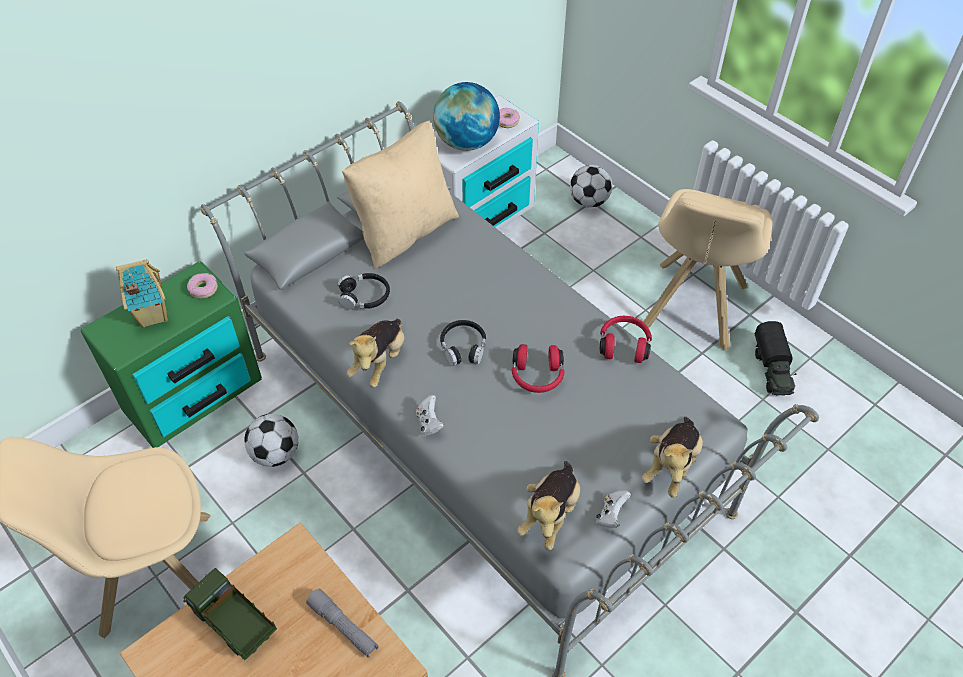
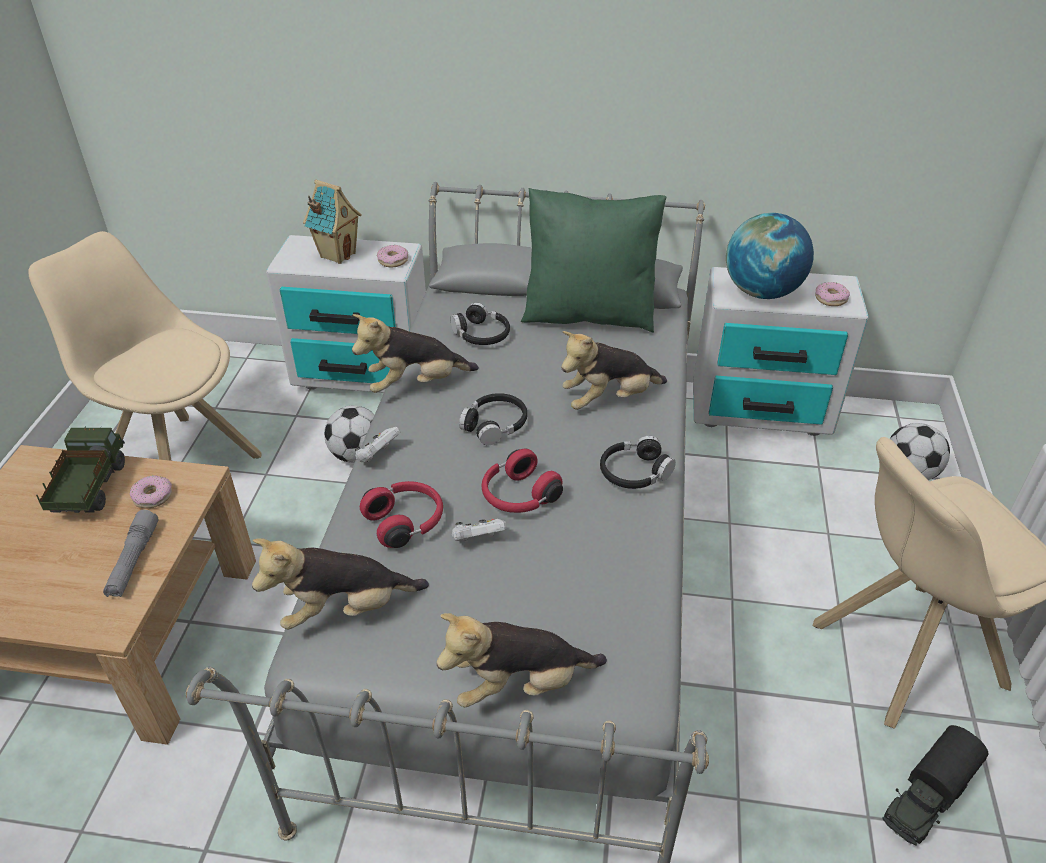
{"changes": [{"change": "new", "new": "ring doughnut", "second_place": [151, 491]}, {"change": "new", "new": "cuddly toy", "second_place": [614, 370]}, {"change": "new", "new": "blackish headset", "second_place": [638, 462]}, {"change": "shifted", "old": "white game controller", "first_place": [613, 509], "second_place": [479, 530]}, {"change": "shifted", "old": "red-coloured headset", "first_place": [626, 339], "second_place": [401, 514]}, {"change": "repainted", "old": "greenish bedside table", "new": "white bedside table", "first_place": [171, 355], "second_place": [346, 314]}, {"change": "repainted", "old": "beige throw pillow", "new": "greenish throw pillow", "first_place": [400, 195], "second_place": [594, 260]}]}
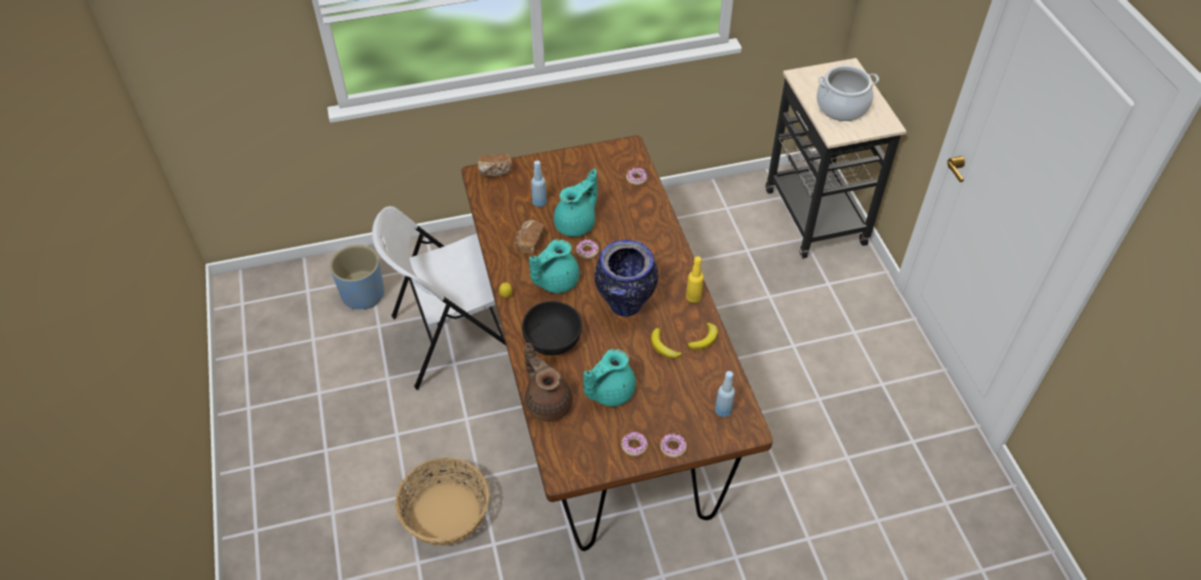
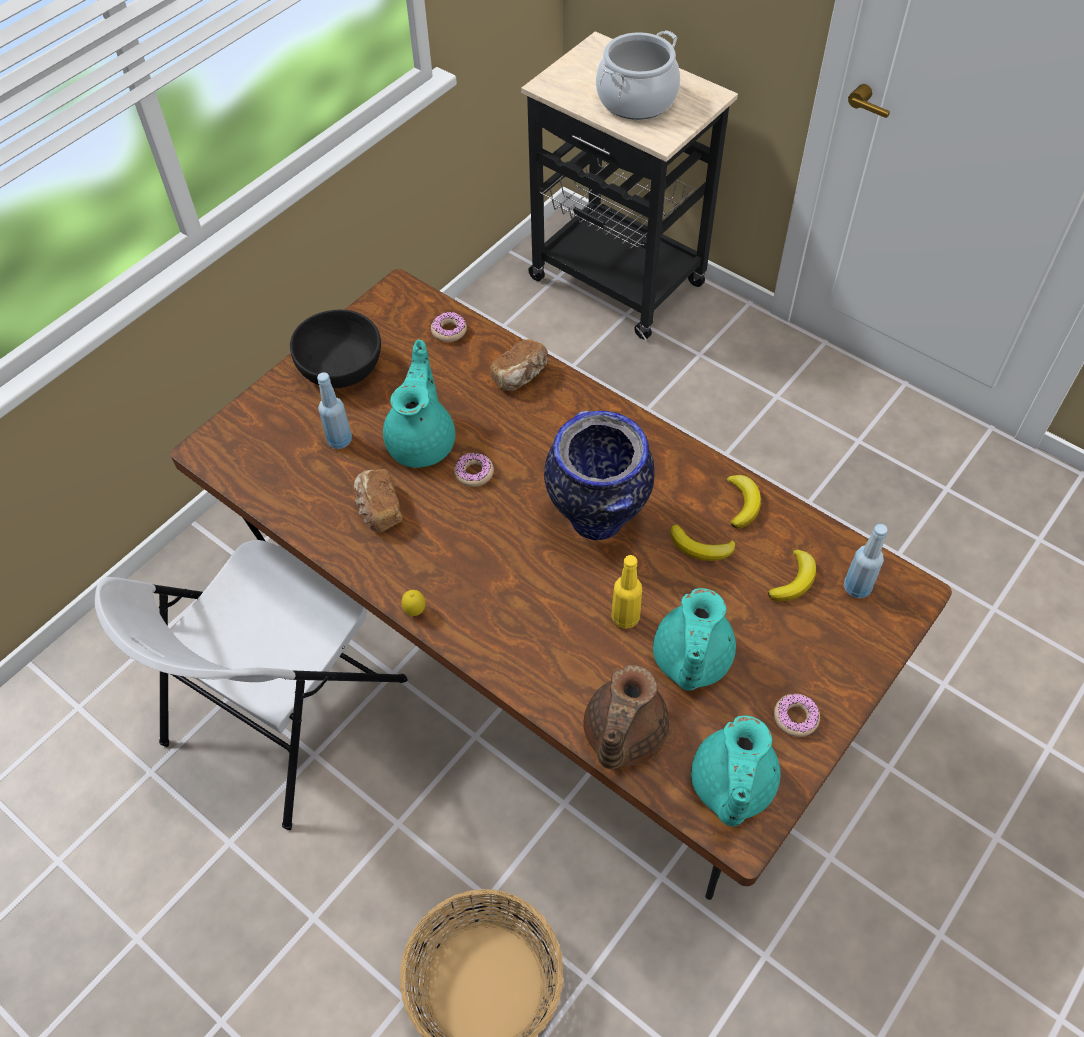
{"changes": [{"change": "gone", "old": "blue flower pot", "first_place": [357, 277]}, {"change": "gone", "old": "ring doughnut", "first_place": [673, 446]}, {"change": "new", "new": "banana", "second_place": [792, 575]}, {"change": "shifted", "old": "bread", "first_place": [495, 164], "second_place": [519, 365]}, {"change": "shifted", "old": "blackish bowl", "first_place": [552, 328], "second_place": [335, 349]}, {"change": "shifted", "old": "blue-green pot for tea", "first_place": [554, 266], "second_place": [736, 771]}, {"change": "shifted", "old": "yellowish beverage bottle", "first_place": [695, 279], "second_place": [626, 592]}, {"change": "rotated", "old": "brownish pot for tea", "first_place": [549, 382], "second_place": [626, 717], "degrees": -90}]}
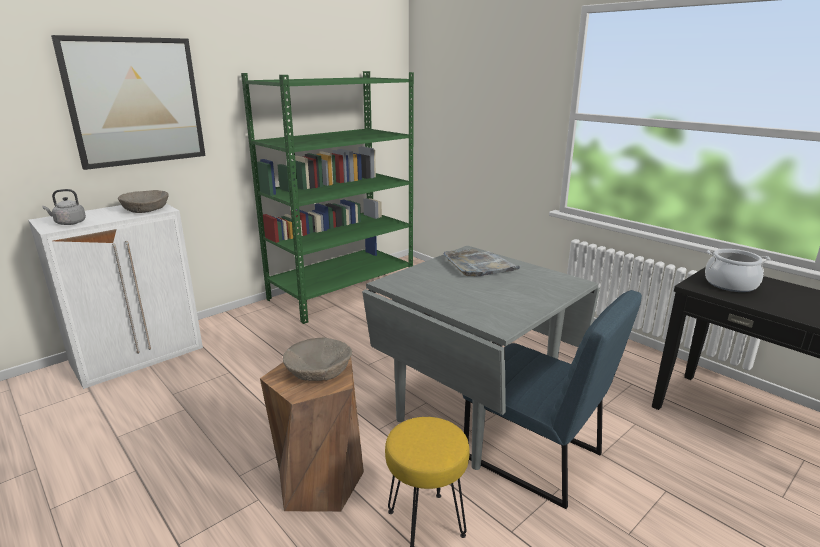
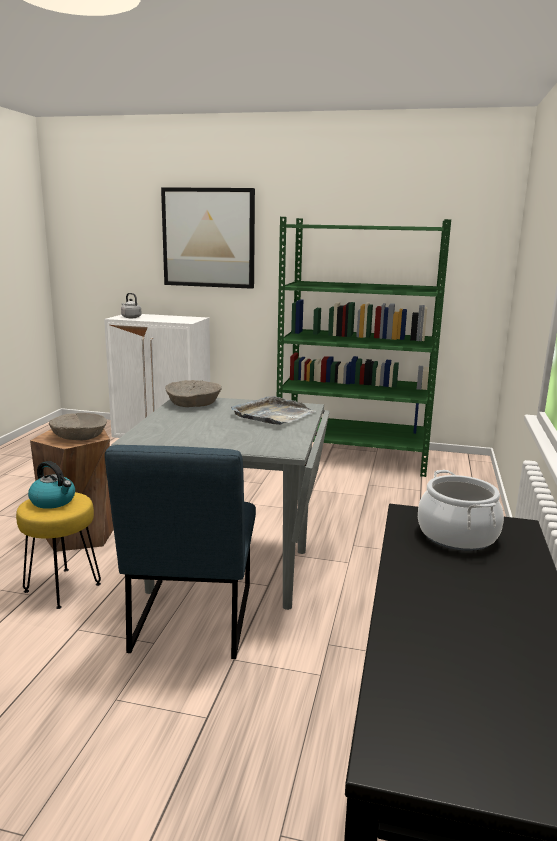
{"changes": [{"change": "new", "new": "tea kettle", "second_place": [51, 485]}, {"change": "shifted", "old": "beige bowl", "first_place": [143, 201], "second_place": [193, 393]}]}
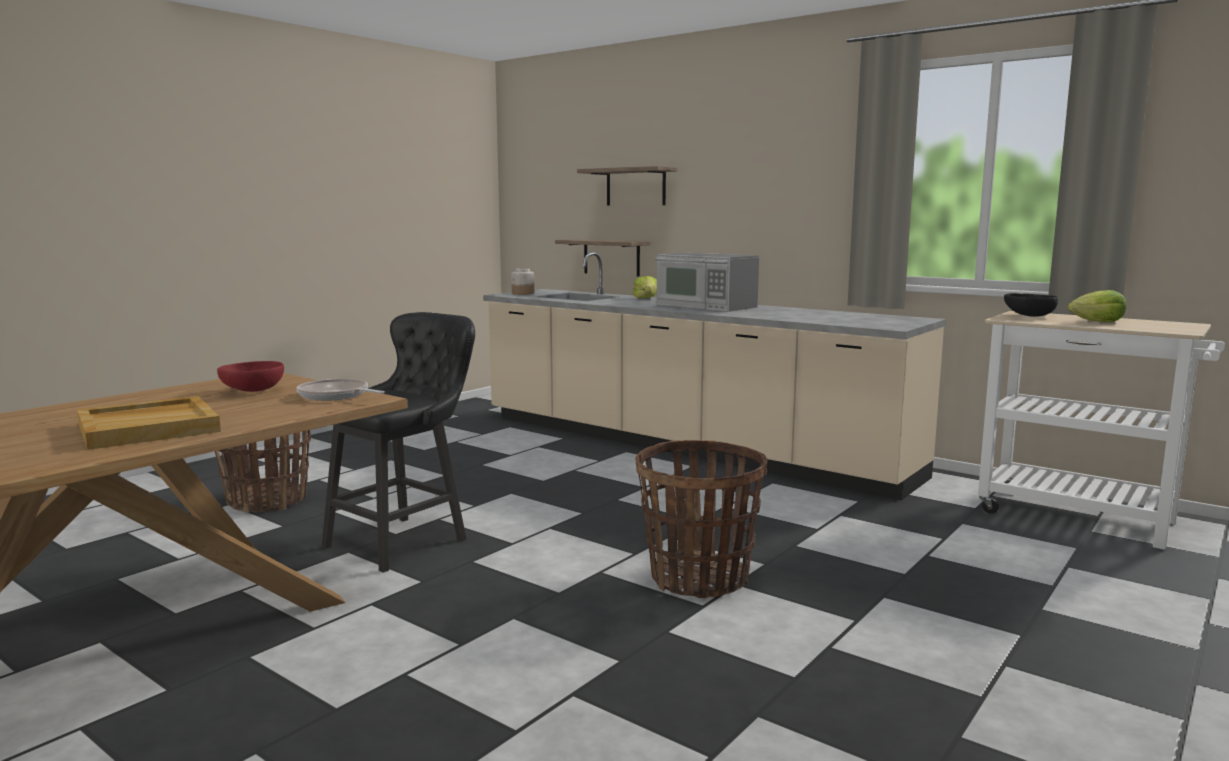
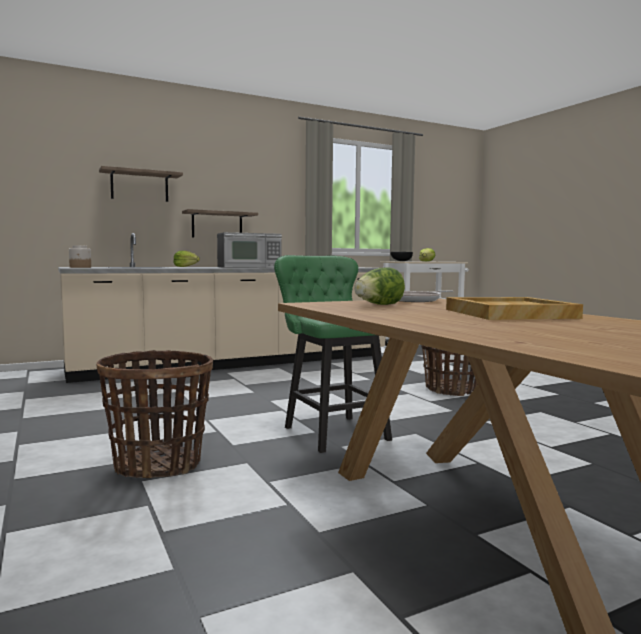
{"changes": [{"change": "shifted", "old": "shelf", "first_place": [603, 257], "second_place": [220, 223]}, {"change": "swapped", "old": "red-coloured bowl", "new": "lettuce", "first_place": [250, 376], "second_place": [379, 286]}, {"change": "repainted", "old": "blackish stool seat", "new": "greenish stool seat", "first_place": [398, 442], "second_place": [333, 354]}]}
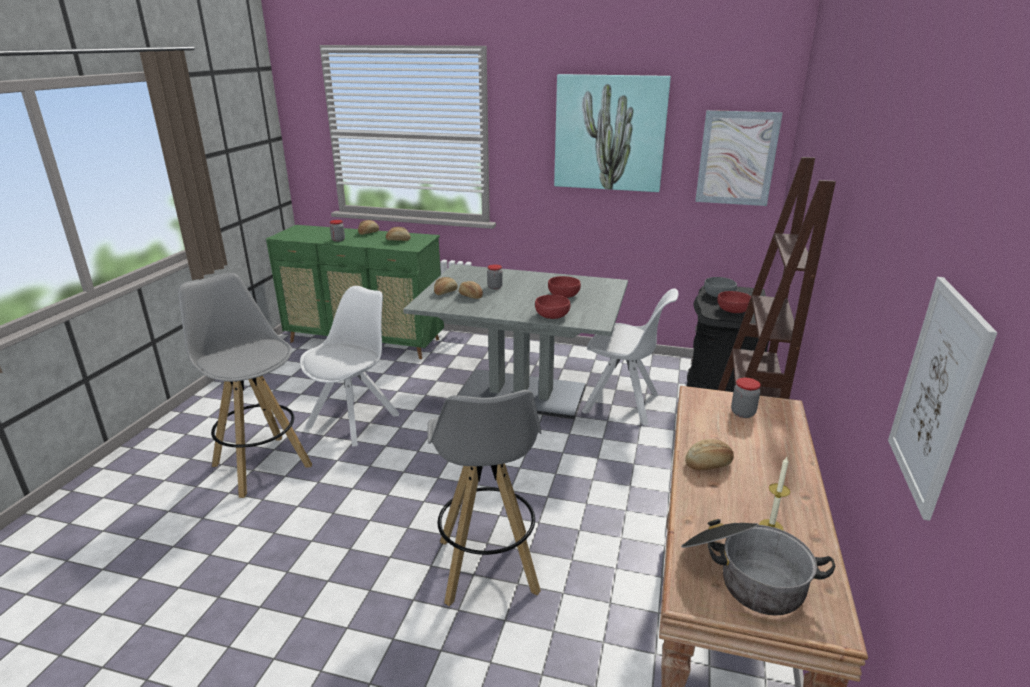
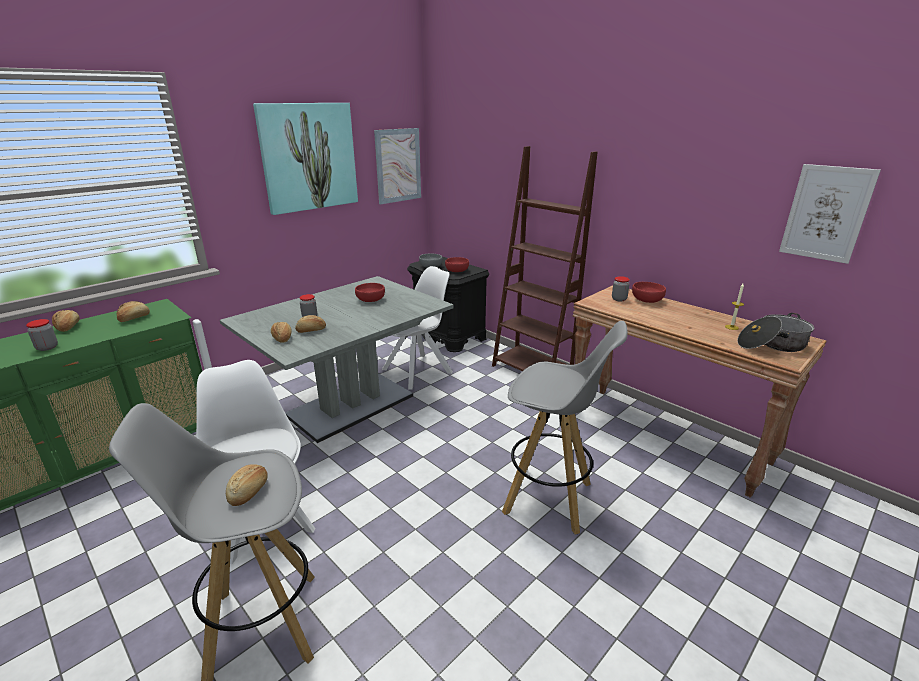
{"changes": [{"change": "shifted", "old": "red-coloured bowl", "first_place": [552, 307], "second_place": [649, 292]}, {"change": "shifted", "old": "bread", "first_place": [709, 454], "second_place": [247, 485]}]}
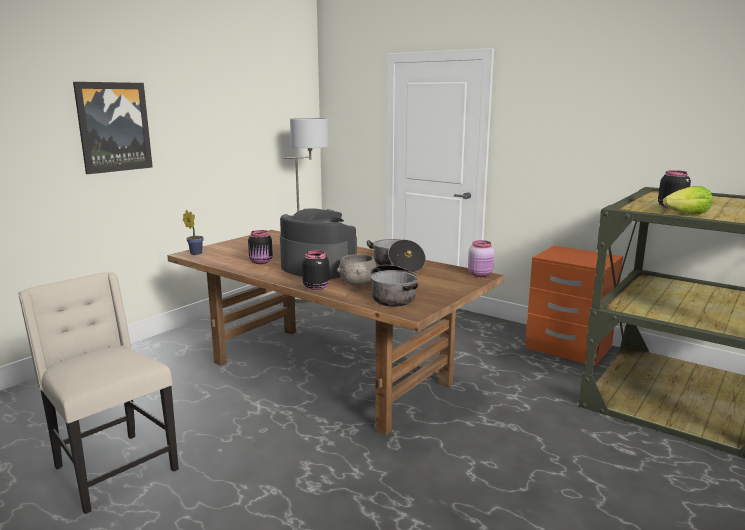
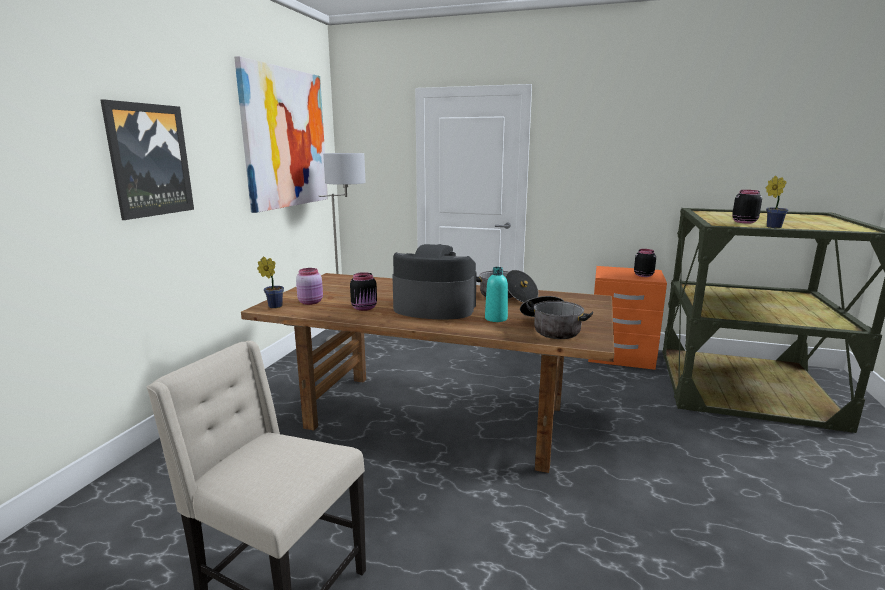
{"changes": [{"change": "new", "new": "wall art", "second_place": [281, 134]}, {"change": "shifted", "old": "blackish storage jar", "first_place": [315, 270], "second_place": [645, 263]}, {"change": "shifted", "old": "pink-coloured storage jar", "first_place": [481, 258], "second_place": [309, 286]}, {"change": "swapped", "old": "grey bowl", "new": "blue-green beverage bottle", "first_place": [356, 269], "second_place": [496, 294]}, {"change": "swapped", "old": "lettuce", "new": "plant in a pot", "first_place": [688, 200], "second_place": [777, 202]}]}
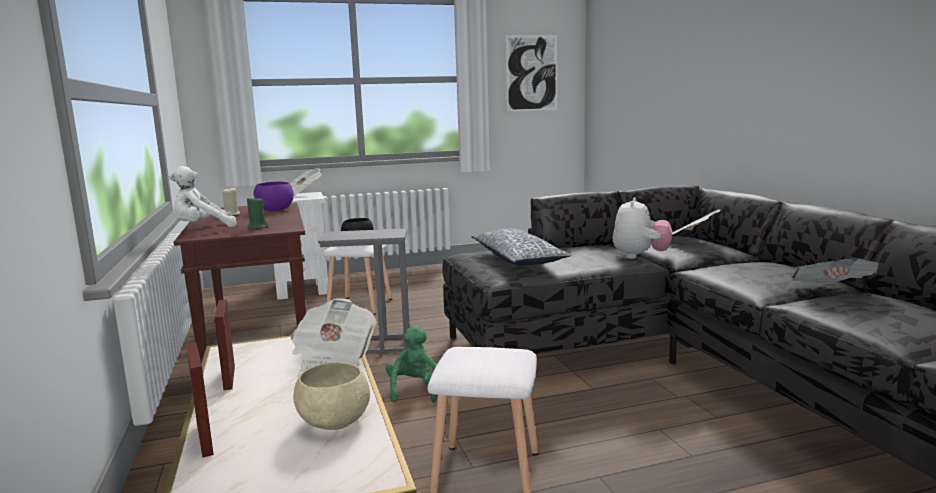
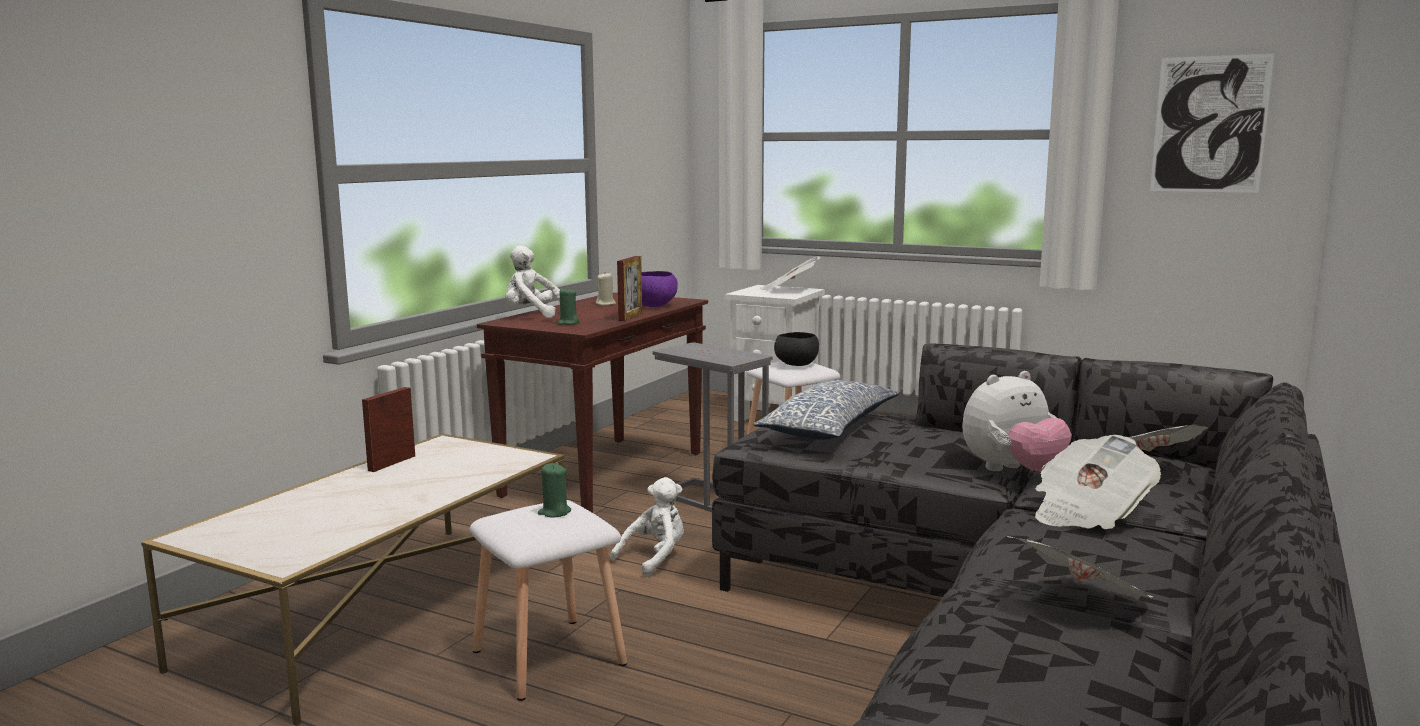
{"changes": [{"change": "gone", "old": "beige bowl", "first_place": [331, 396]}, {"change": "new", "new": "greenish wax light", "second_place": [554, 490]}, {"change": "shifted", "old": "standing frame", "first_place": [200, 400], "second_place": [629, 288]}, {"change": "shifted", "old": "daily paper", "first_place": [334, 336], "second_place": [1098, 482]}, {"change": "repainted", "old": "greenish cuddly toy", "new": "white cuddly toy", "first_place": [412, 364], "second_place": [647, 527]}]}
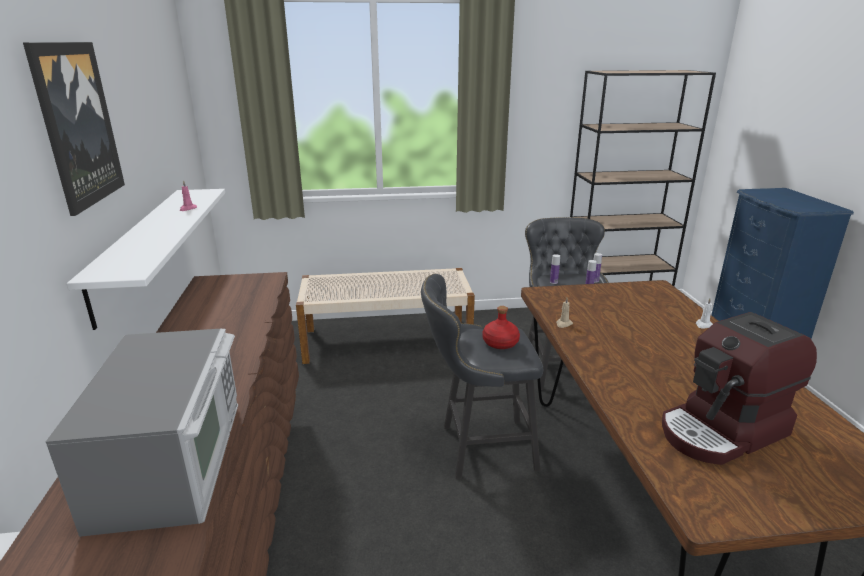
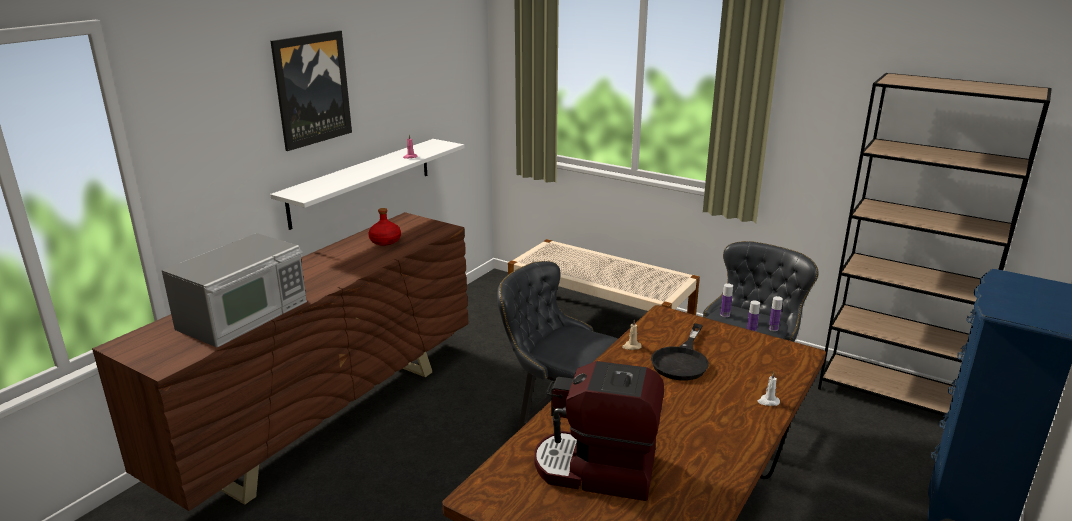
{"changes": [{"change": "new", "new": "blackish skillet", "second_place": [680, 352]}, {"change": "shifted", "old": "red-coloured beverage bottle", "first_place": [501, 327], "second_place": [384, 227]}]}
